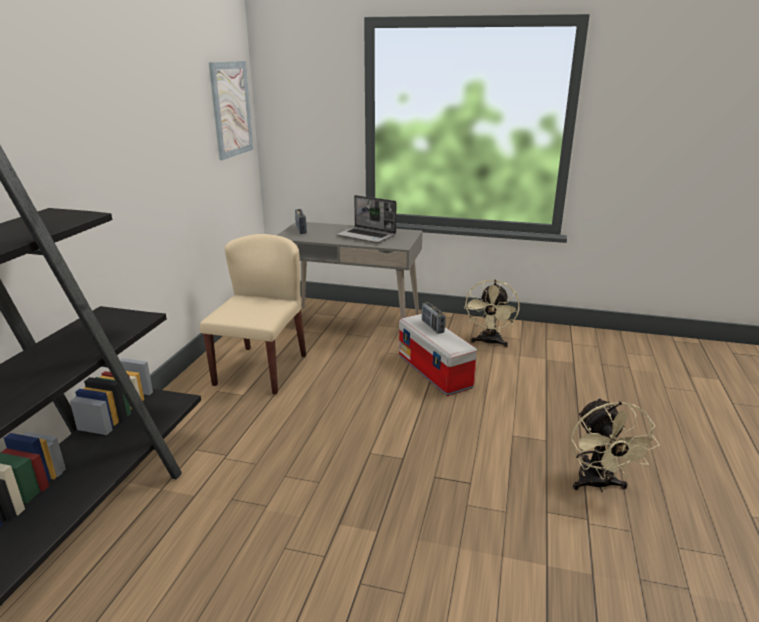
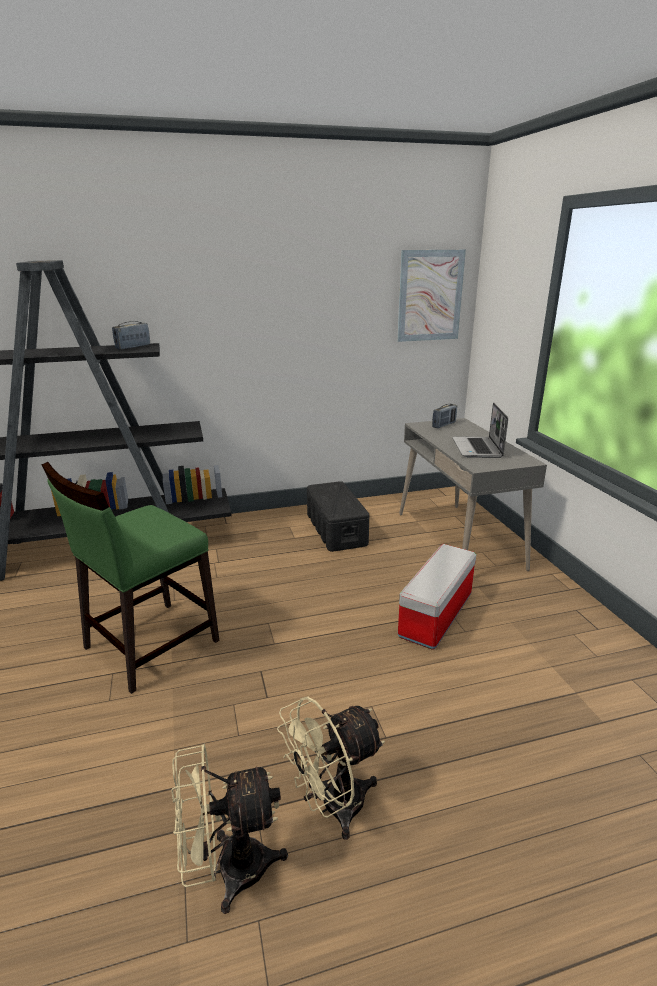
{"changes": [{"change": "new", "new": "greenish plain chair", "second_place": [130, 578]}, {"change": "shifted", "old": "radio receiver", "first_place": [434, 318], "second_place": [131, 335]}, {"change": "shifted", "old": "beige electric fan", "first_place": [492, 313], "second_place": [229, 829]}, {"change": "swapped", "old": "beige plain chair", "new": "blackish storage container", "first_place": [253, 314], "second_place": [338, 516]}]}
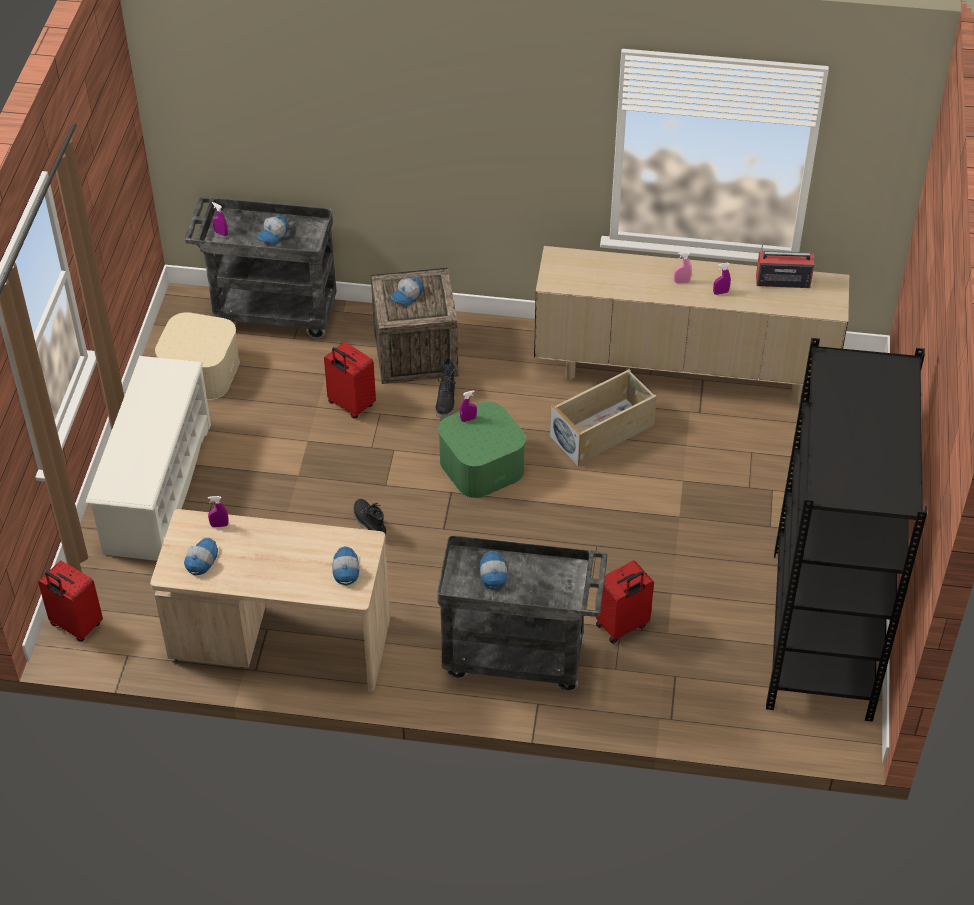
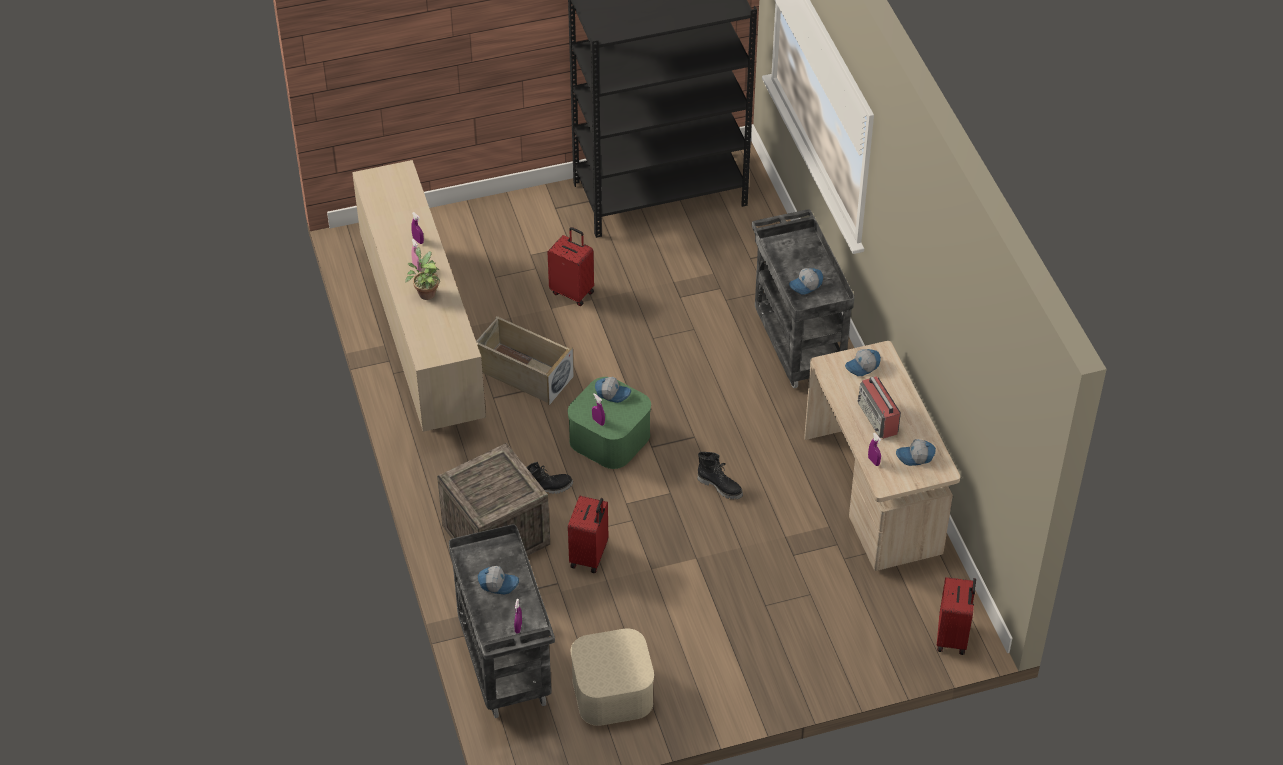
{"changes": [{"change": "gone", "old": "white shoe stand", "first_place": [148, 458]}, {"change": "new", "new": "plant in a pot", "second_place": [422, 273]}, {"change": "shifted", "old": "cap", "first_place": [406, 291], "second_place": [613, 390]}, {"change": "shifted", "old": "red-coloured piece of luggage", "first_place": [625, 602], "second_place": [570, 266]}, {"change": "shifted", "old": "radio receiver", "first_place": [785, 266], "second_place": [879, 407]}, {"change": "rotated", "old": "blackish high-top boot", "first_place": [370, 520], "second_place": [720, 476], "degrees": -90}]}
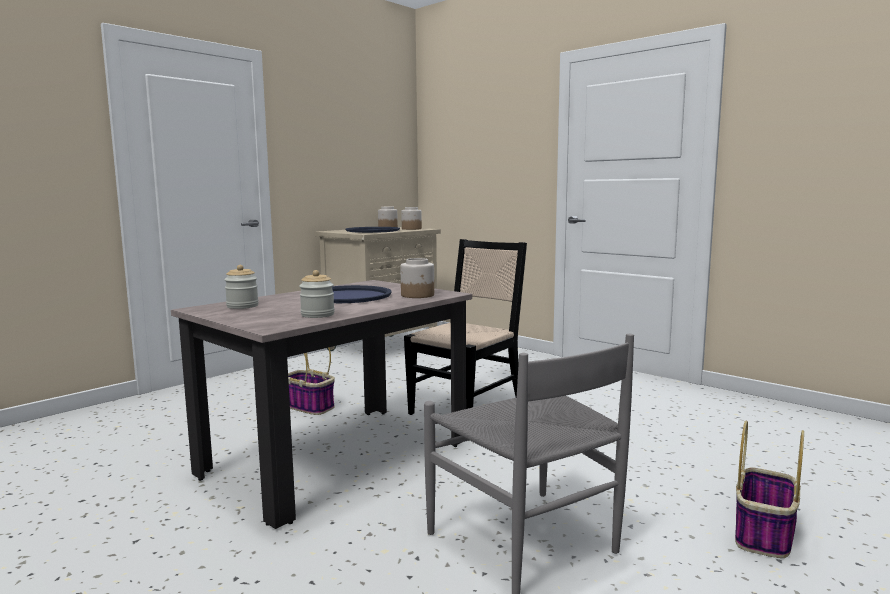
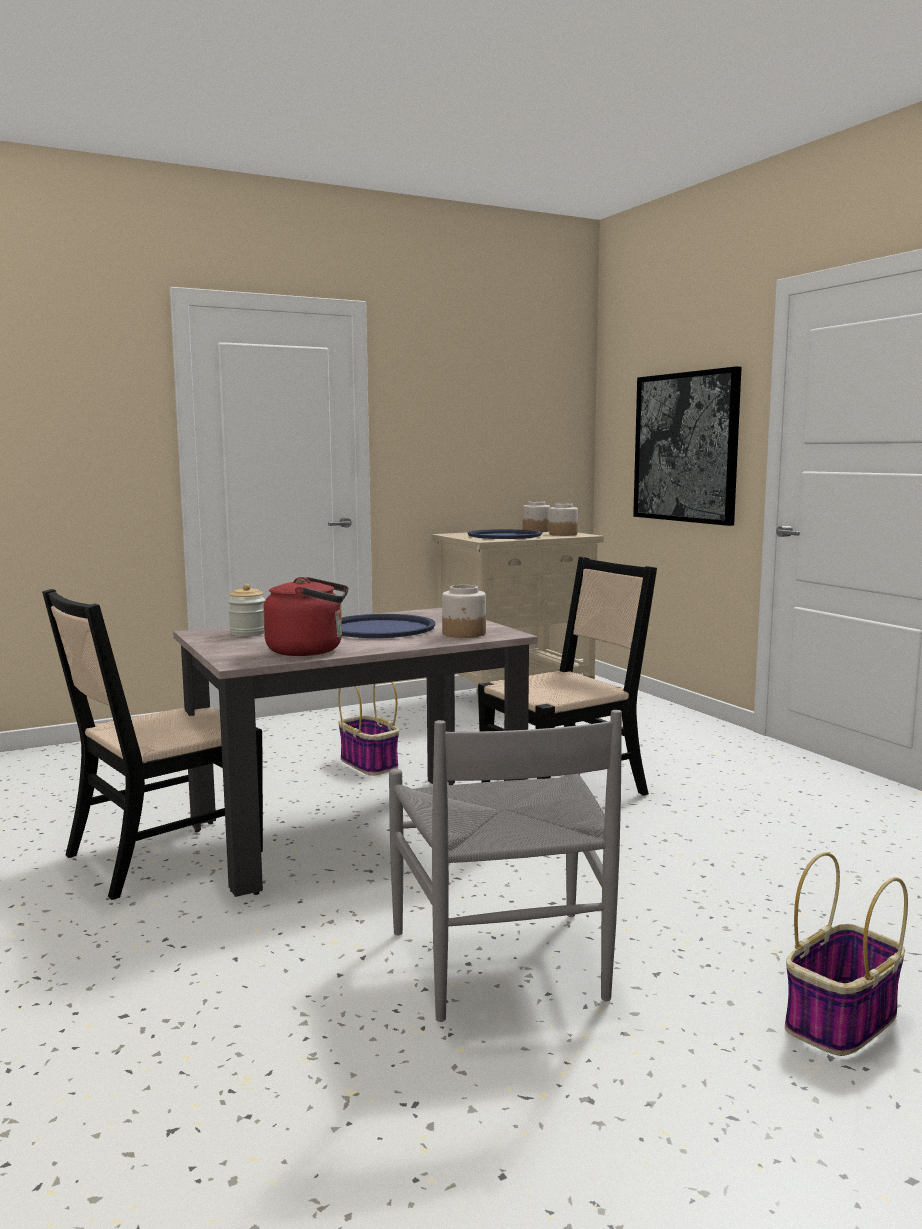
{"changes": [{"change": "new", "new": "plain chair", "second_place": [152, 744]}, {"change": "new", "new": "wall art", "second_place": [687, 446]}, {"change": "swapped", "old": "storage jar", "new": "red-coloured tea kettle", "first_place": [317, 294], "second_place": [306, 616]}]}
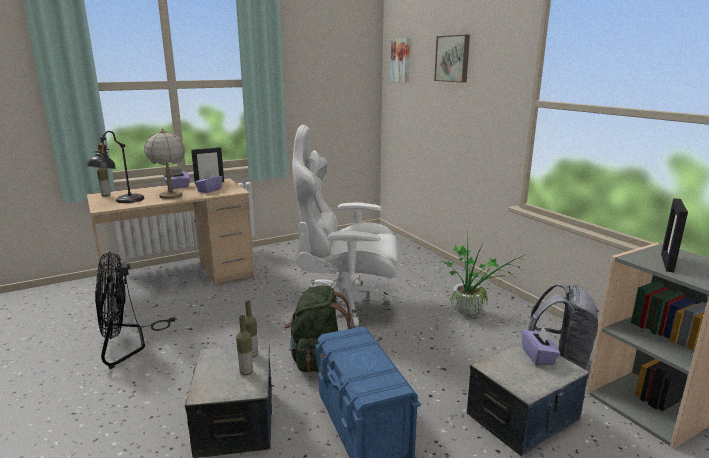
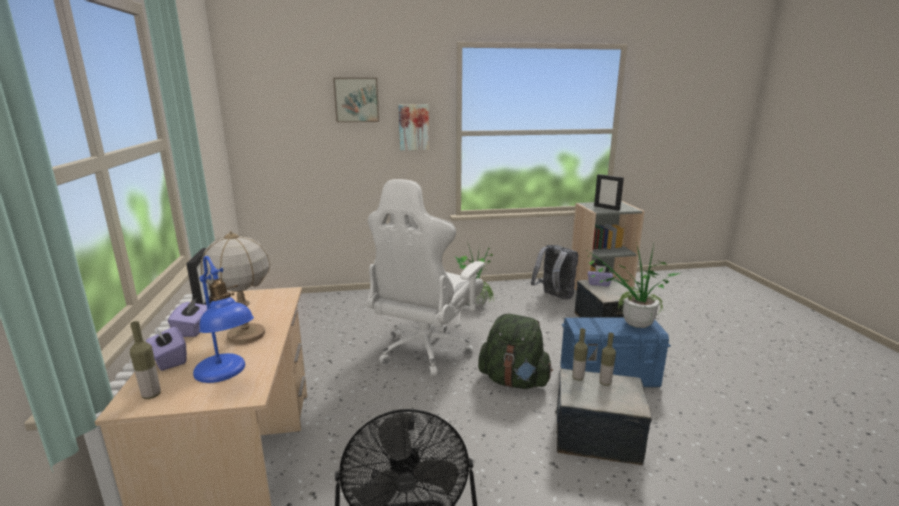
{"changes": [{"change": "new", "new": "plant in a pot", "second_place": [632, 285]}, {"change": "shifted", "old": "purple-coloured box of tissues", "first_place": [208, 182], "second_place": [166, 349]}, {"change": "shifted", "old": "wall art", "first_place": [400, 60], "second_place": [414, 127]}, {"change": "repainted", "old": "grey table lamp", "new": "blue table lamp", "first_place": [115, 167], "second_place": [223, 319]}]}
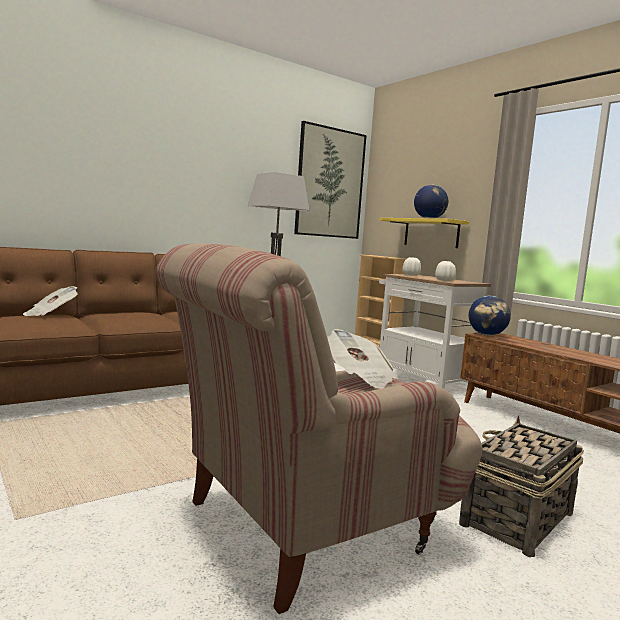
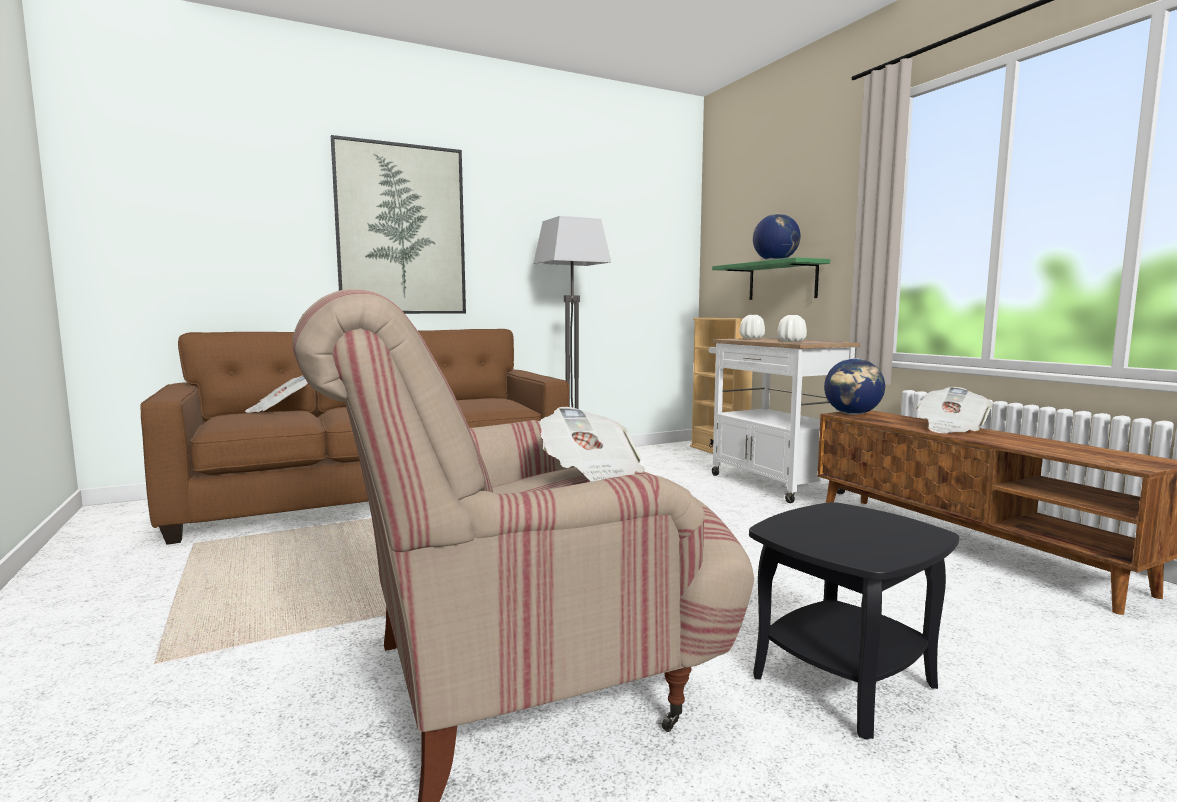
{"changes": [{"change": "new", "new": "daily paper", "second_place": [955, 410]}, {"change": "shifted", "old": "wall art", "first_place": [330, 180], "second_place": [398, 224]}, {"change": "swapped", "old": "storage basket", "new": "blackish accent table", "first_place": [521, 486], "second_place": [854, 621]}, {"change": "repainted", "old": "yellowish shelf", "new": "greenish shelf", "first_place": [424, 233], "second_place": [771, 278]}]}
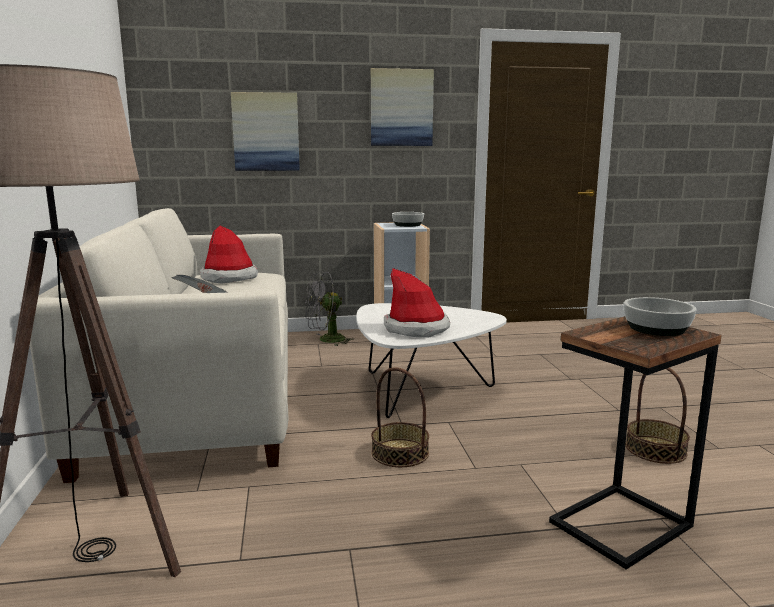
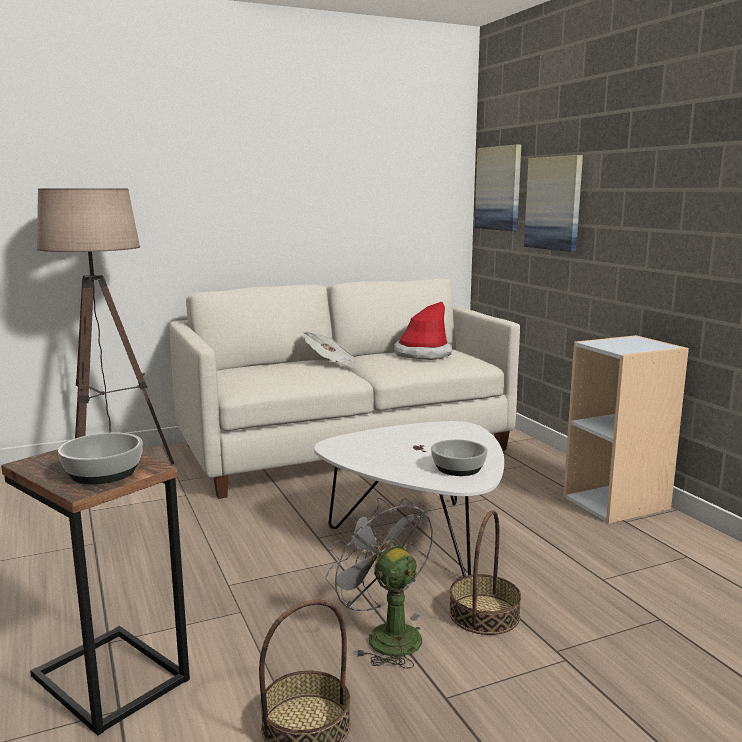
{"changes": [{"change": "gone", "old": "clothing hat", "first_place": [417, 303]}, {"change": "shifted", "old": "grey electric fan", "first_place": [329, 309], "second_place": [379, 583]}, {"change": "shifted", "old": "wall art", "first_place": [402, 107], "second_place": [498, 188]}, {"change": "shifted", "old": "storage basket", "first_place": [400, 417], "second_place": [485, 572]}, {"change": "shifted", "old": "bowl", "first_place": [408, 219], "second_place": [459, 458]}]}
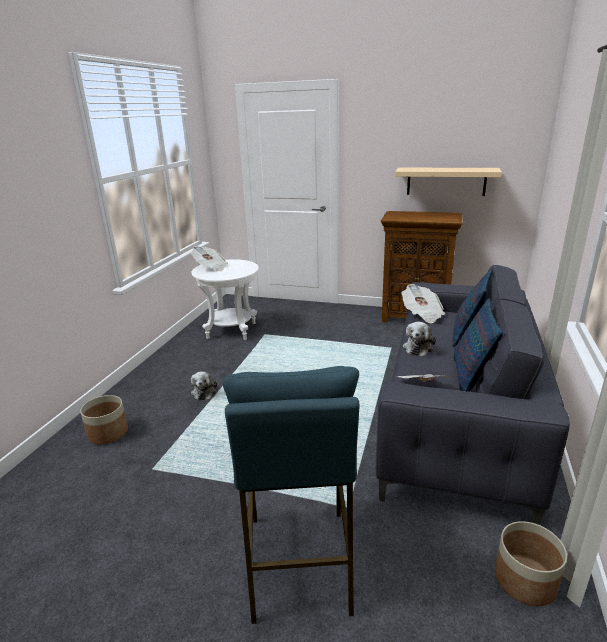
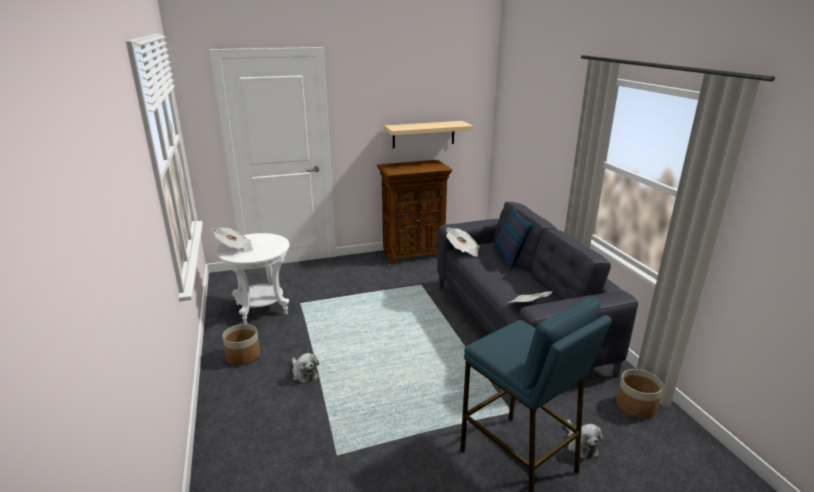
{"changes": [{"change": "gone", "old": "blue throw pillow", "first_place": [478, 345]}, {"change": "shifted", "old": "flower pot", "first_place": [104, 419], "second_place": [241, 344]}, {"change": "shifted", "old": "cuddly toy", "first_place": [419, 339], "second_place": [584, 439]}]}
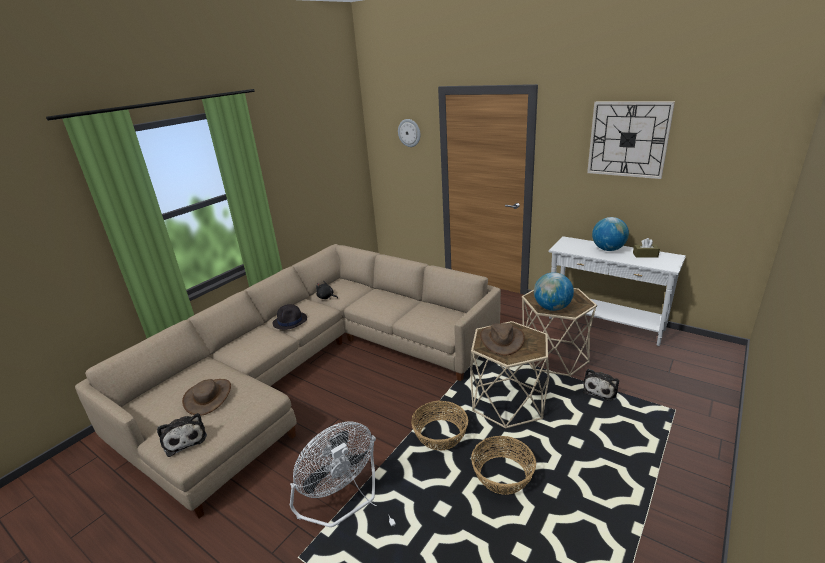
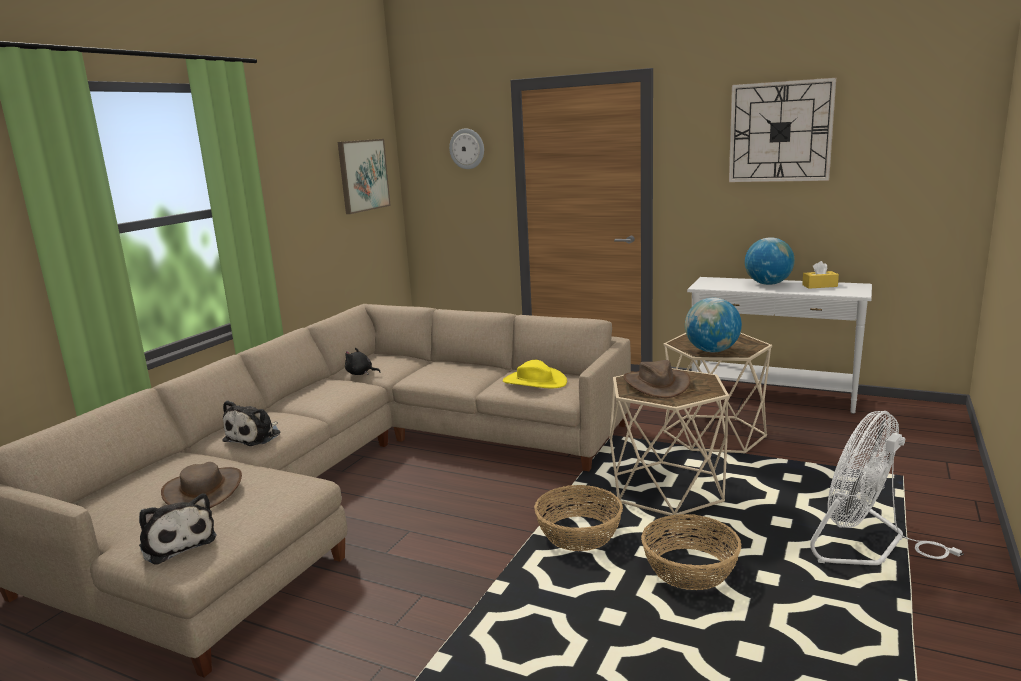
{"changes": [{"change": "gone", "old": "blackish clothing hat", "first_place": [290, 317]}, {"change": "new", "new": "wall art", "second_place": [364, 176]}, {"change": "new", "new": "yellowish clothing hat", "second_place": [535, 374]}, {"change": "shifted", "old": "white electric fan", "first_place": [343, 474], "second_place": [886, 488]}, {"change": "shifted", "old": "cuddly toy", "first_place": [601, 385], "second_place": [251, 423]}, {"change": "repainted", "old": "brownish box of tissues", "new": "yellowish box of tissues", "first_place": [646, 248], "second_place": [820, 275]}]}
